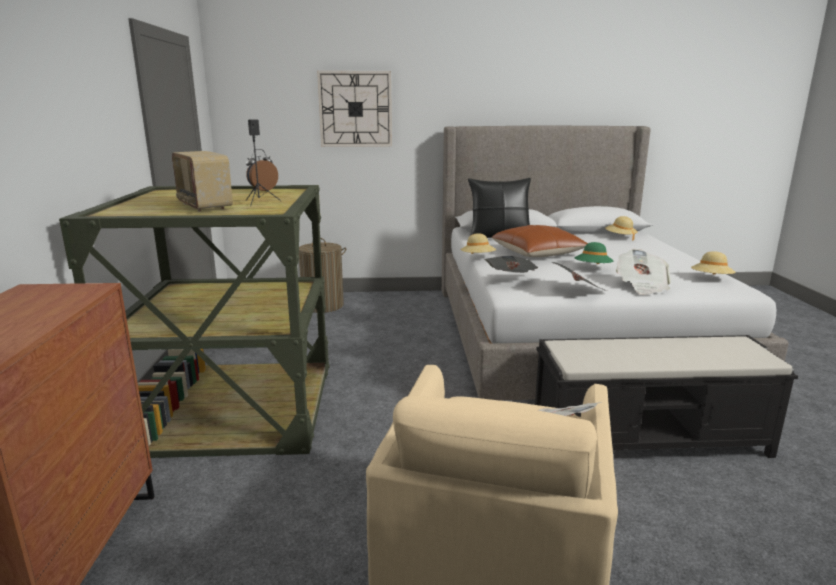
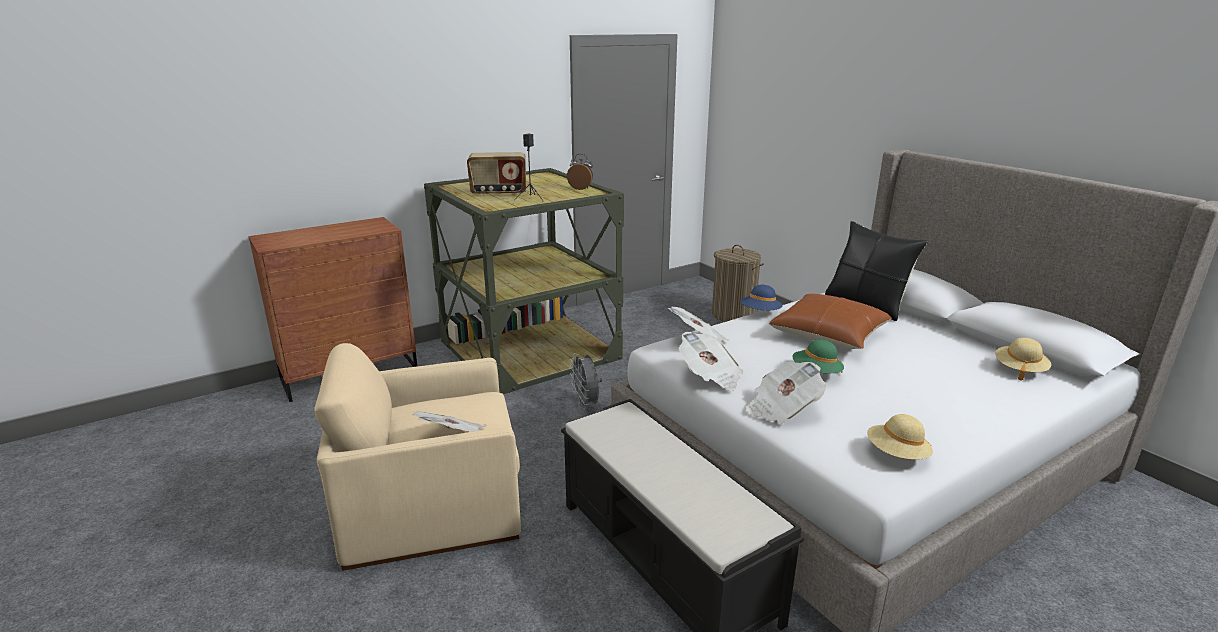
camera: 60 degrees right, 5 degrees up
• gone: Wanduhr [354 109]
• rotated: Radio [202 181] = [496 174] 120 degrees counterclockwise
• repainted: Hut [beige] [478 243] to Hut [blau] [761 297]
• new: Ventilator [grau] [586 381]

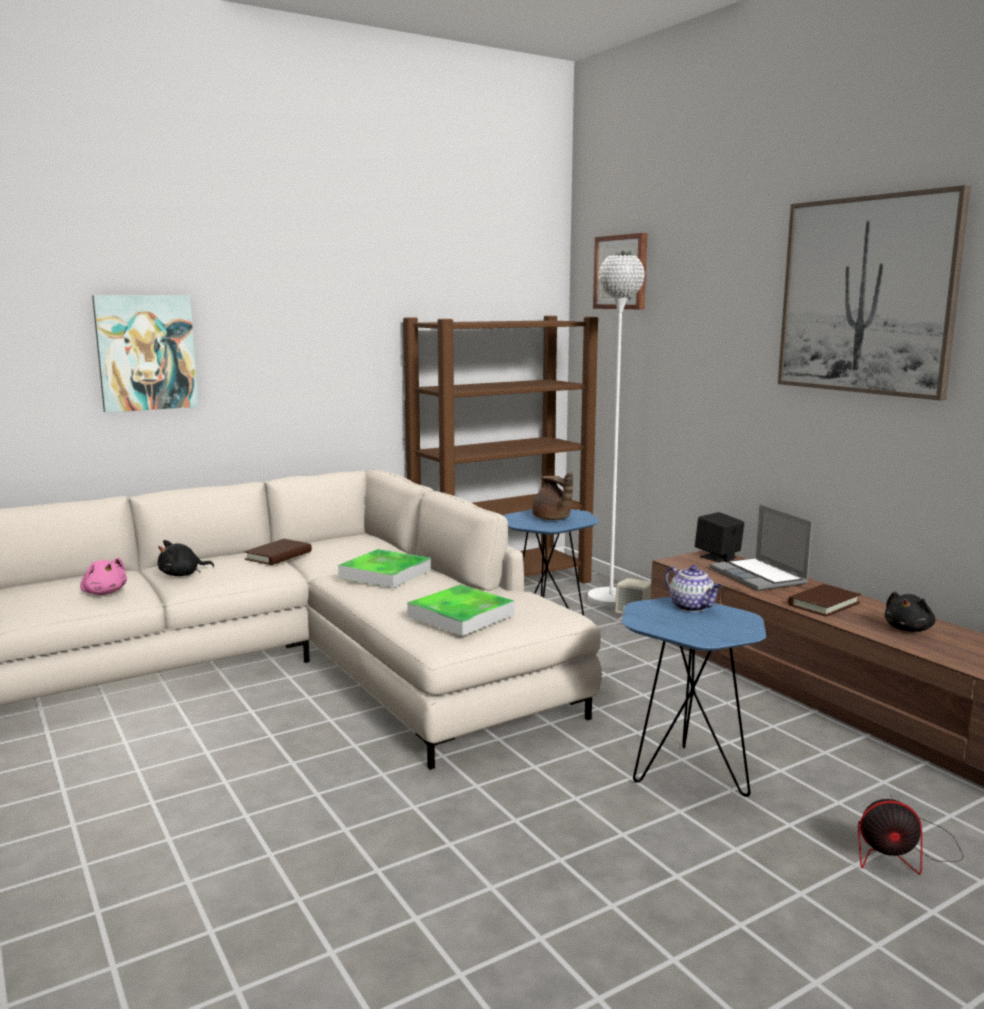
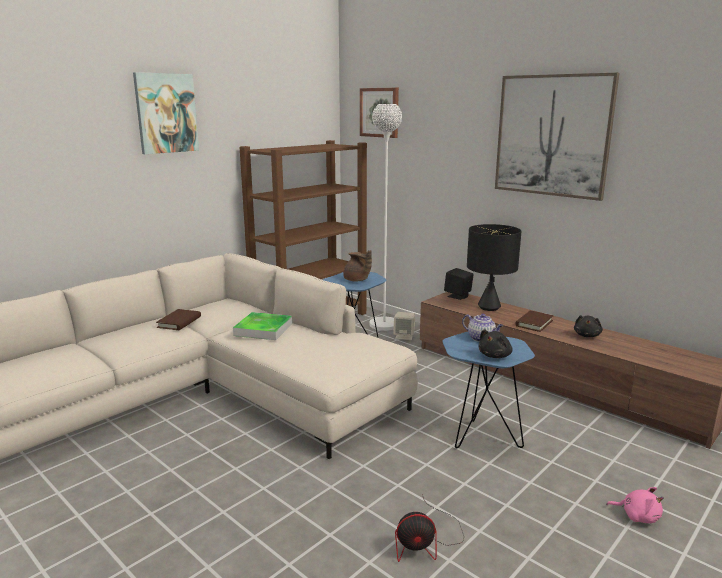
camera: 15 degrees left, 5 degrees up
• shifted: Bild [145 354] to [166 113]
• swapped: Laptop [761 547] to Tischlampe [schwarz] [494 267]
• shifted: Plüschtier [schwarz] [186 558] to [495 343]
• shifted: Plüschtier [rosa] [103 576] to [635 505]
• gone: Tablett [461 610]
• shifted: Ventilator [911 835] to [429 528]

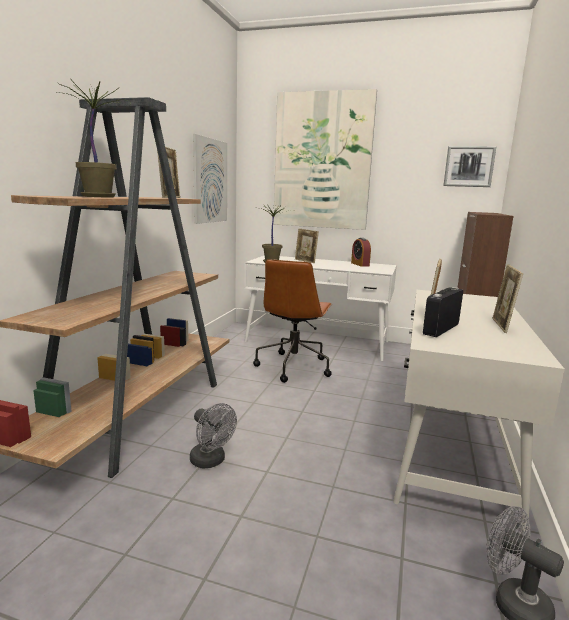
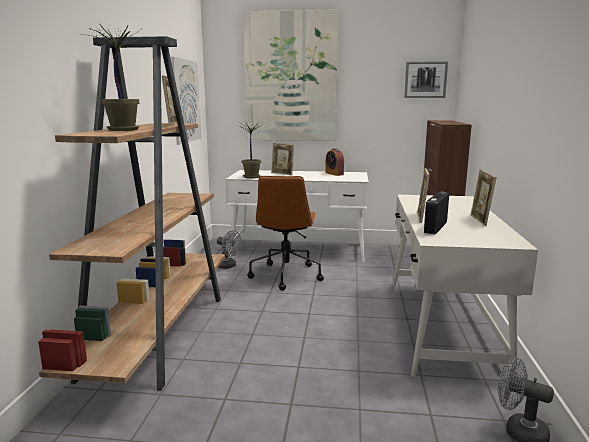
camera: 10 degrees left, 0 degrees up
• shifted: Ventilator [grau] [213 435] to [229 249]

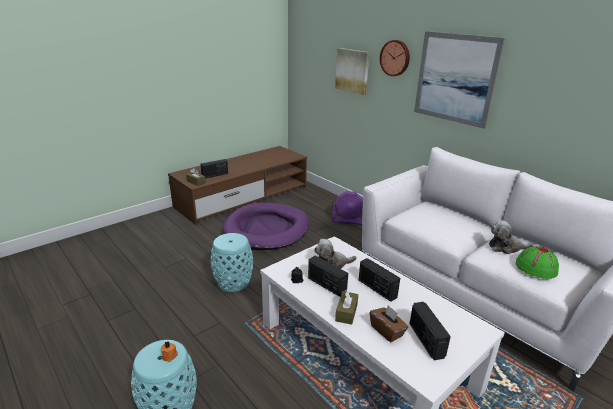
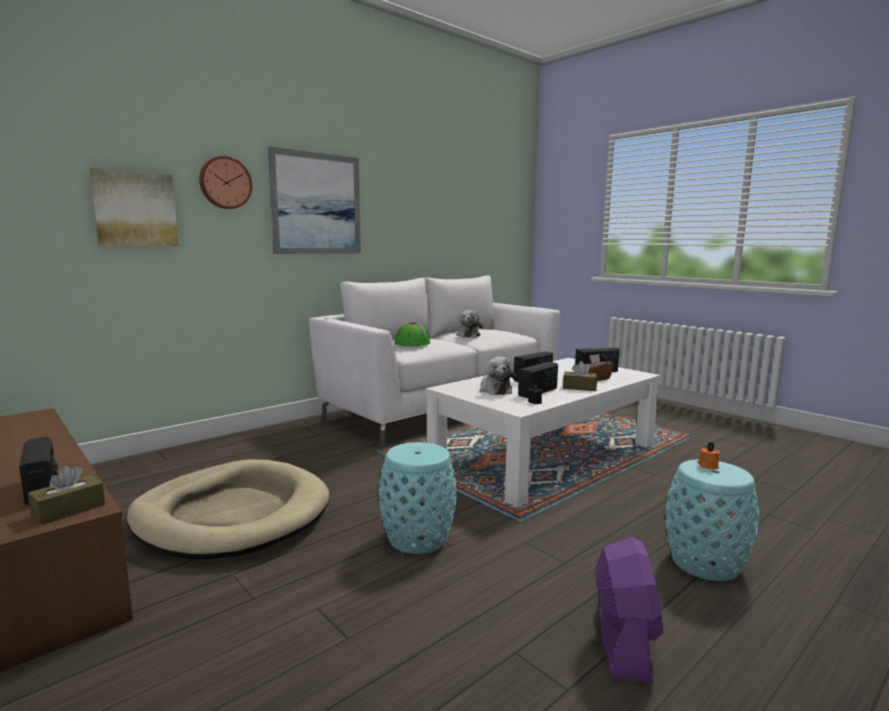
camera: 90 degrees left, 15 degrees down
• shifted: Ventilator [lila] [347 208] to [629 610]
• repainted: Hundebett [lila] [266 226] to Hundebett [beige] [228 509]
• shifted: Hut [grün] [537 262] to [412 334]

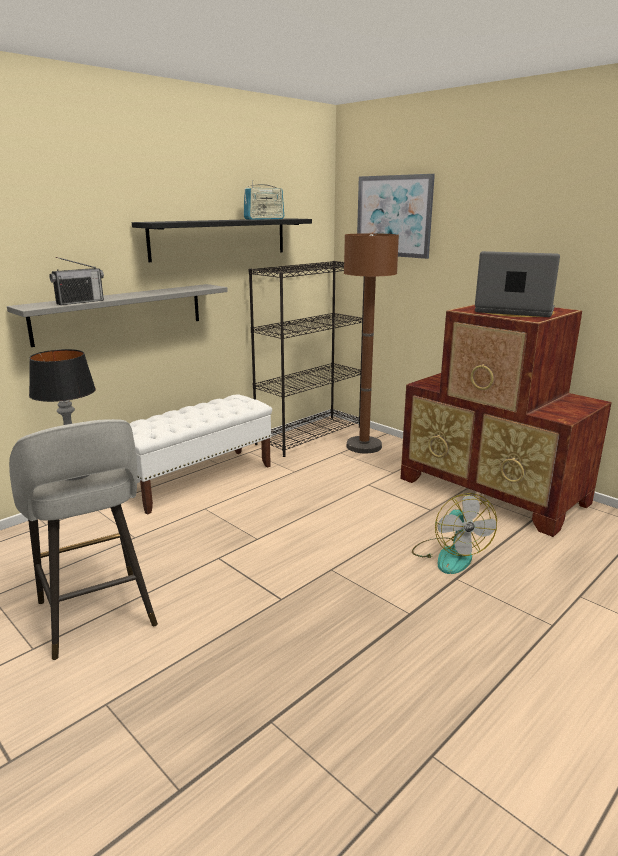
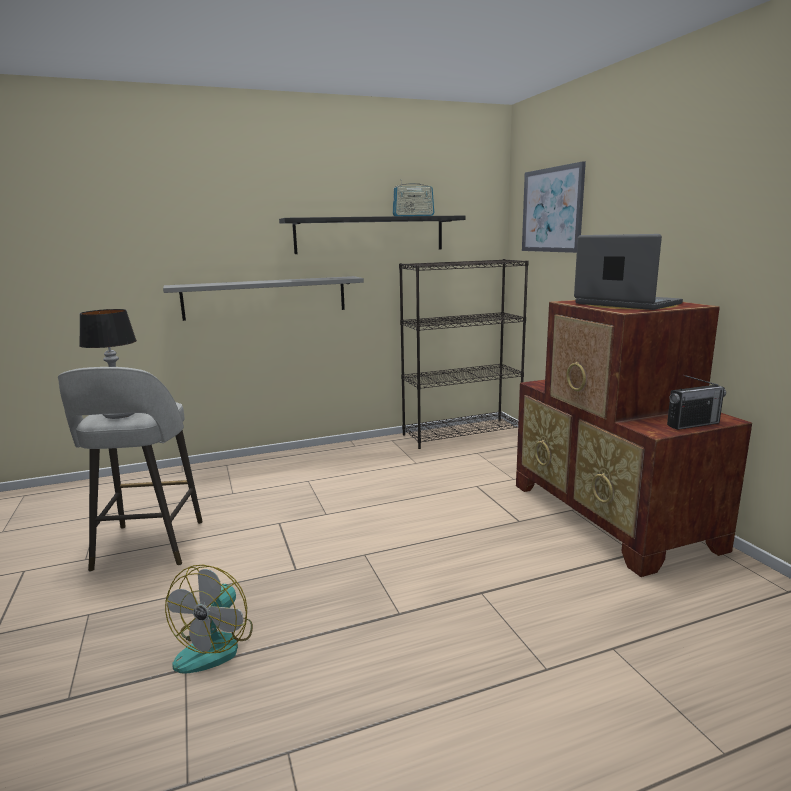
camera: 25 degrees right, 5 degrees down
• gone: Stehlampe [braun] [371 343]
• shifted: Radio [76 281] to [696 402]
• gone: Bank [weiß] [201 455]
• shifted: Ventilator [454 533] to [209 618]

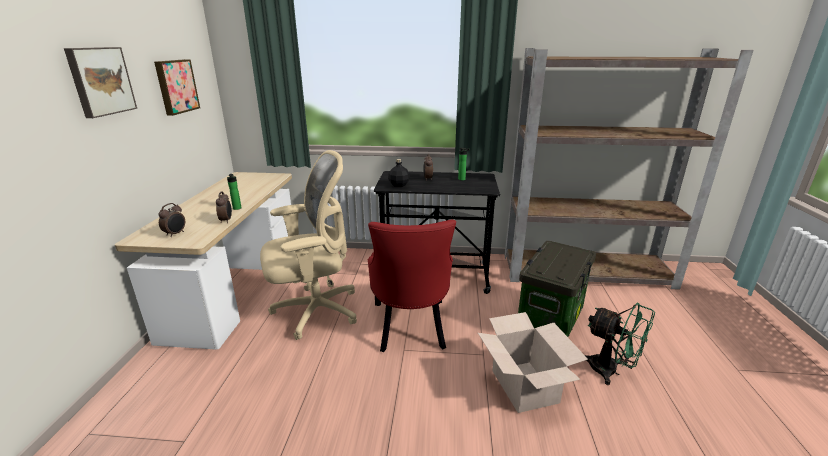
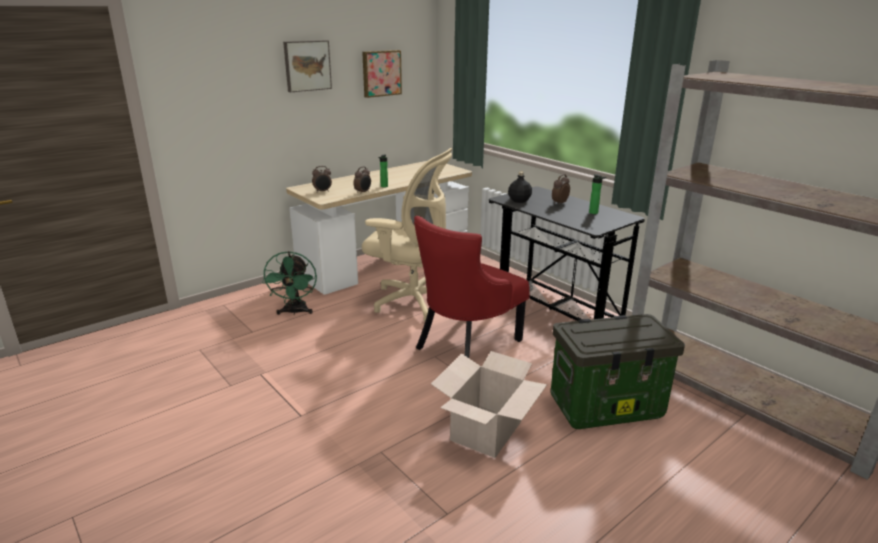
camera: 45 degrees right, 0 degrees up
• shifted: Ventilator [grün] [620 344] to [289 283]

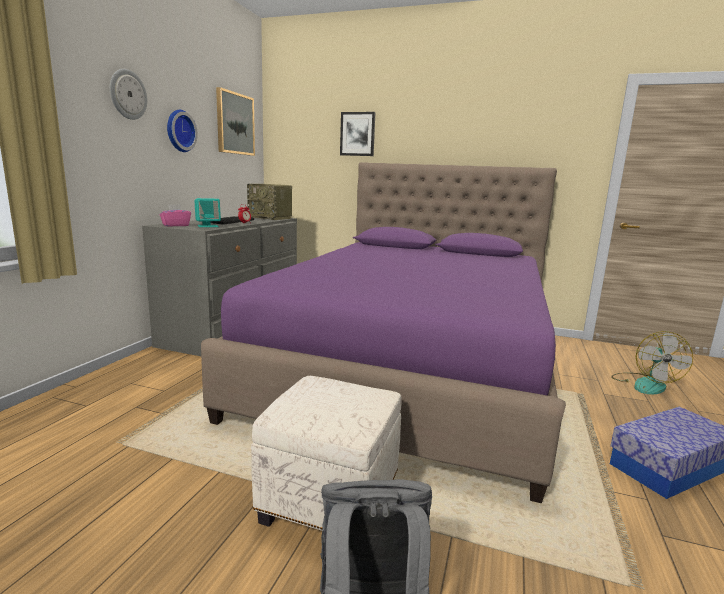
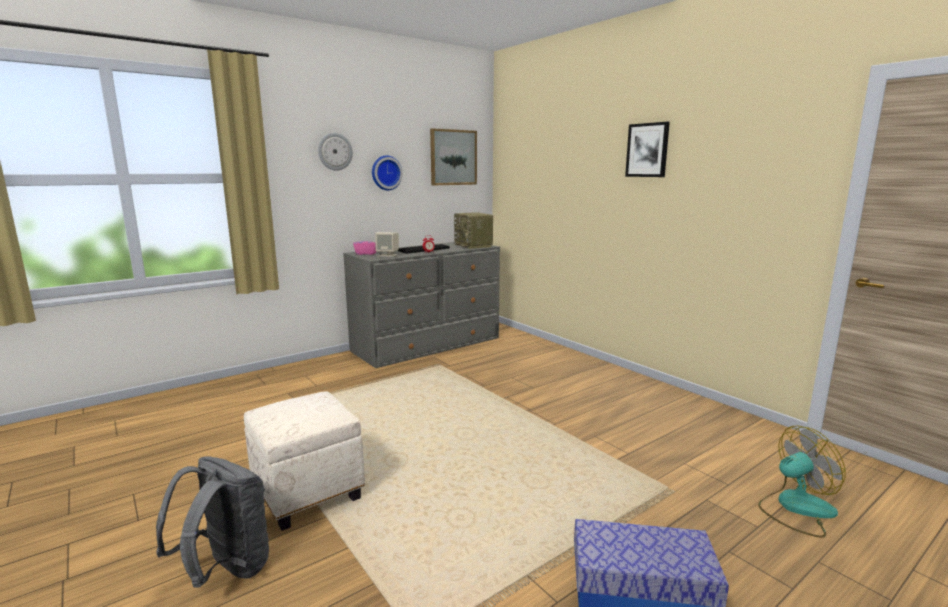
camera: 35 degrees right, 0 degrees up
• shifted: Bild [358 134] to [647 149]
• gone: Bett [lila] [383 332]
• repainted: Lautsprecher [türkis] [207 212] to Lautsprecher [beige] [387 244]
• rotated: Ventilator [652 363] = [802 481] 150 degrees counterclockwise

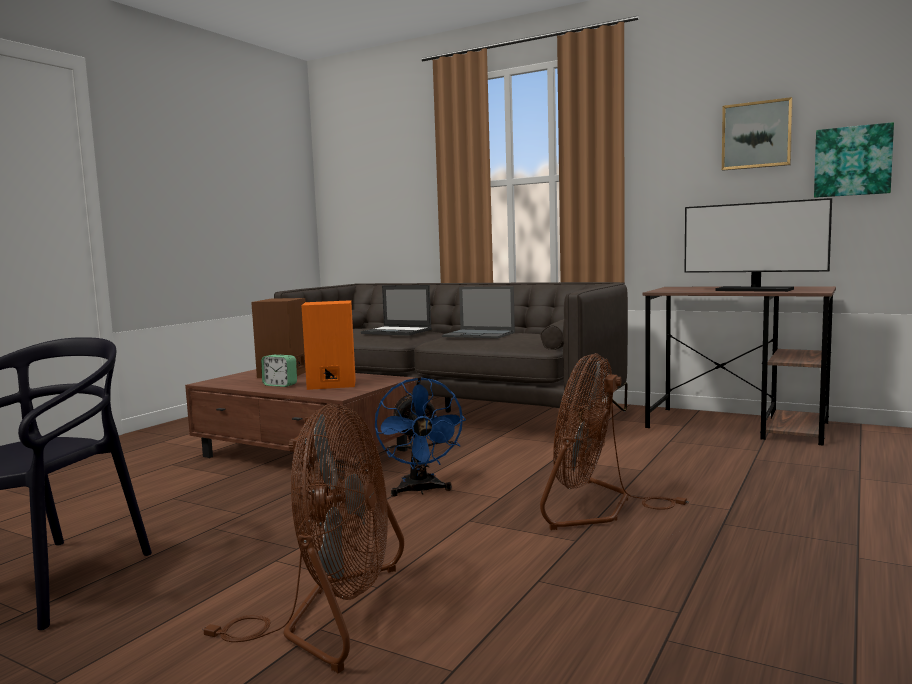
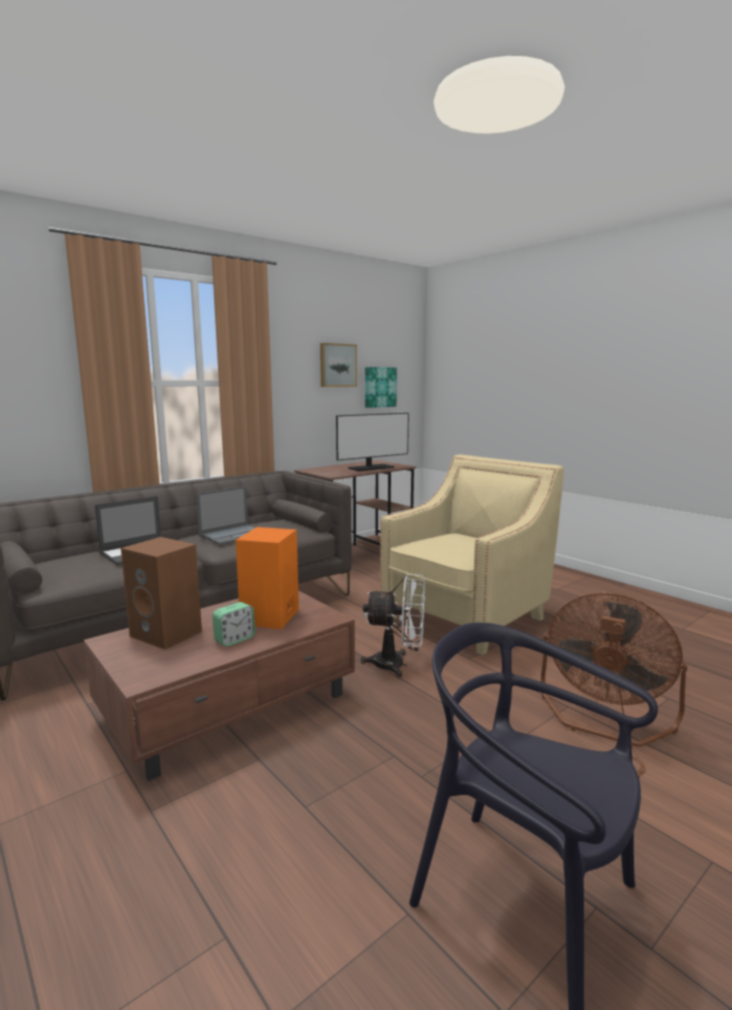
camera: 70 degrees left, 5 degrees up
• swapped: Ventilator [braun] [614 441] to Sessel [beige] [472 555]
• repainted: Ventilator [blau] [420 436] to Ventilator [weiß] [393 626]

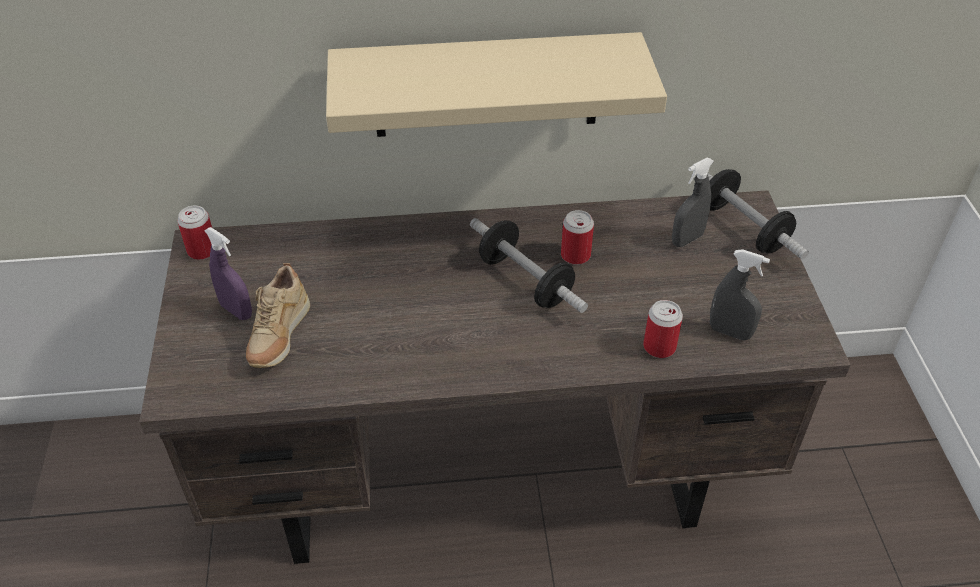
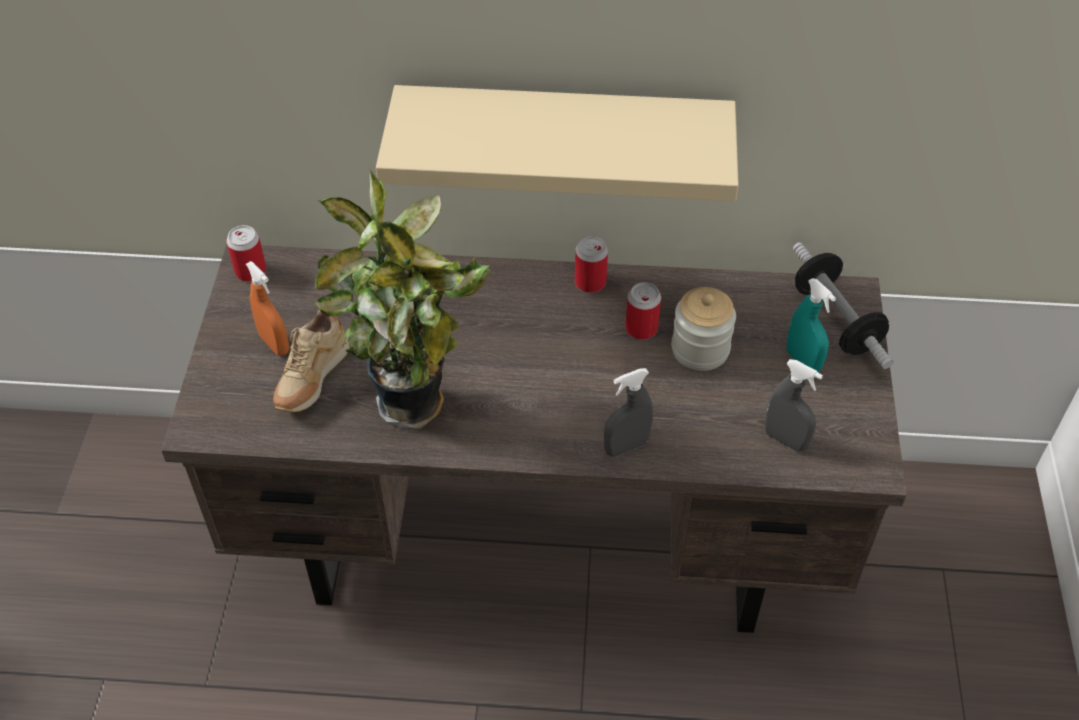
camera: 10 degrees right, 5 degrees up
• shifted: Sprühflasche [grau] [693 202] to [628 412]
• gone: Hantel [529 265]
• repainted: Sprühflasche [lila] [228 273] to Sprühflasche [orange] [267 308]
• shifted: Dose [663 329] to [591 264]
• new: Topfpflanze [402 299]
• new: Sprühflasche [türkis] [811 325]
• new: Vorratsglas [703 329]

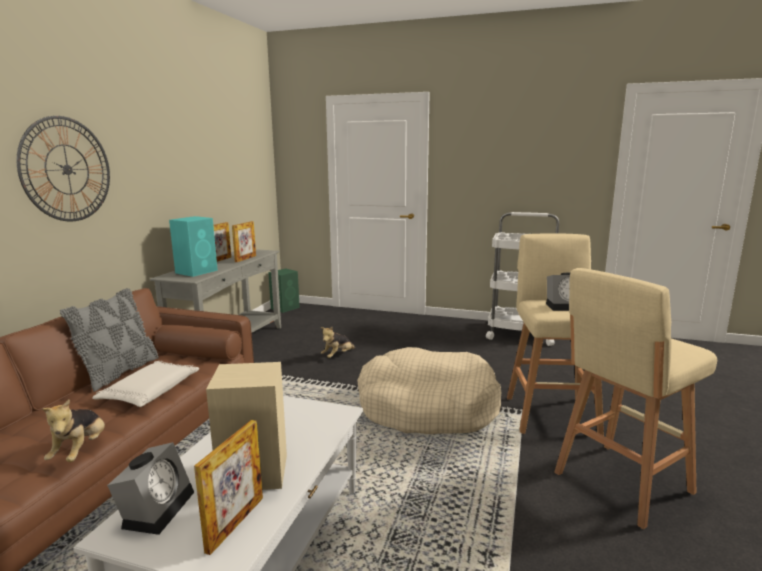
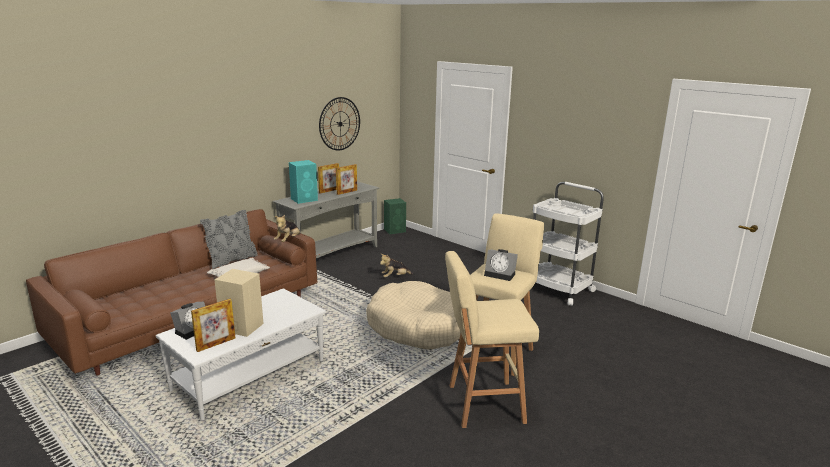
camera: 25 degrees right, 5 degrees up
• shifted: Wanduhr [63 168] to [339 123]
• shifted: Plüschtier [73 431] to [287 228]

